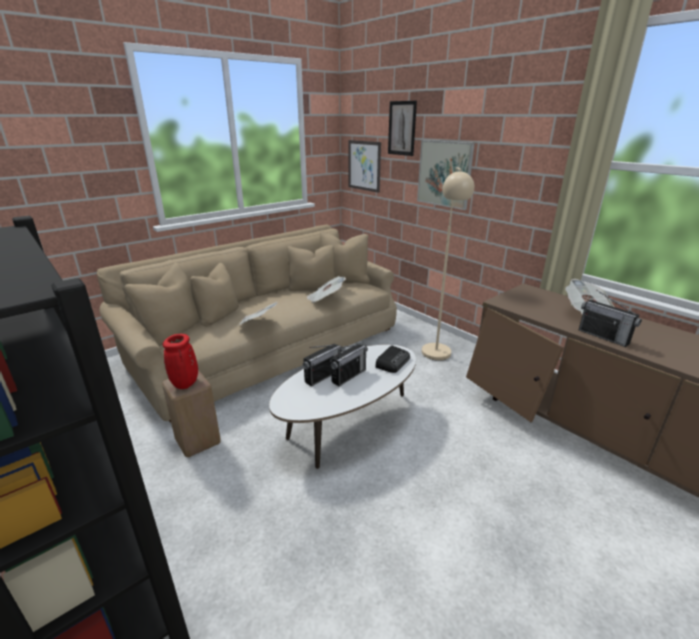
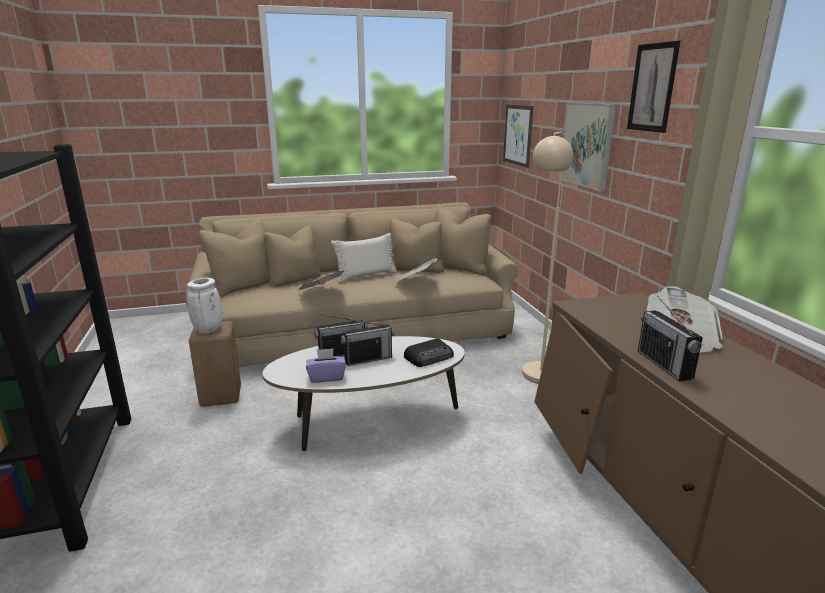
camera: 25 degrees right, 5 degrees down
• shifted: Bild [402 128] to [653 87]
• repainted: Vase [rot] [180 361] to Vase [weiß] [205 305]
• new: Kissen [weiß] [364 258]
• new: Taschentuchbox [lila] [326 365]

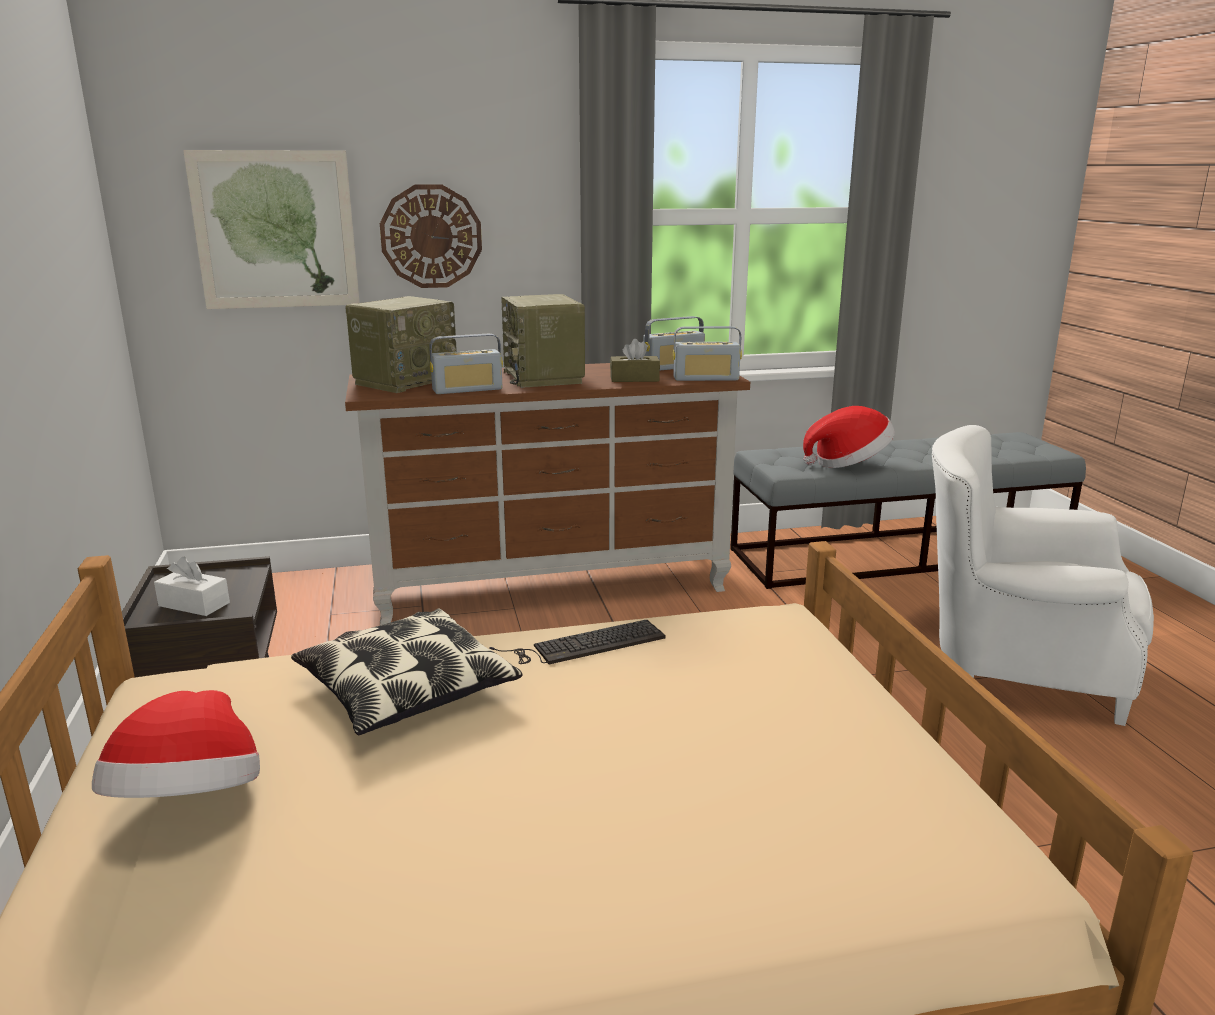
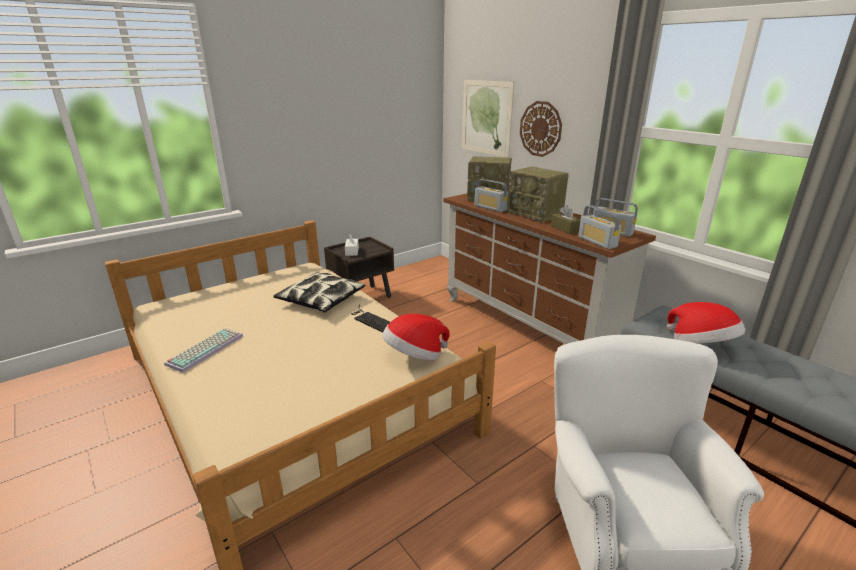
camera: 65 degrees right, 5 degrees up
• rotated: Radio [543 341] = [538 194] 90 degrees counterclockwise
• shifted: Hut [176 744] to [416 337]
• new: Tastatur [203 350]

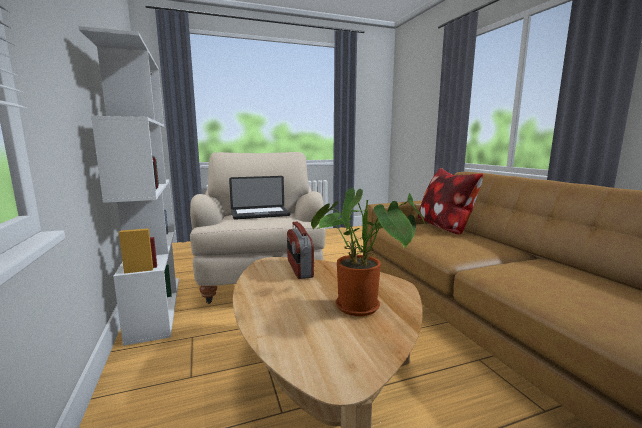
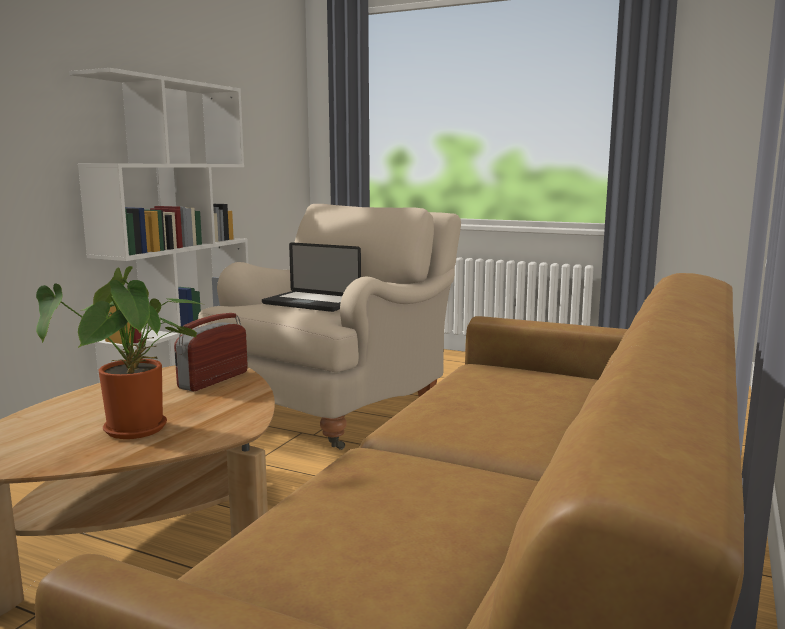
camera: 45 degrees right, 0 degrees up
• gone: Kissen [450 201]

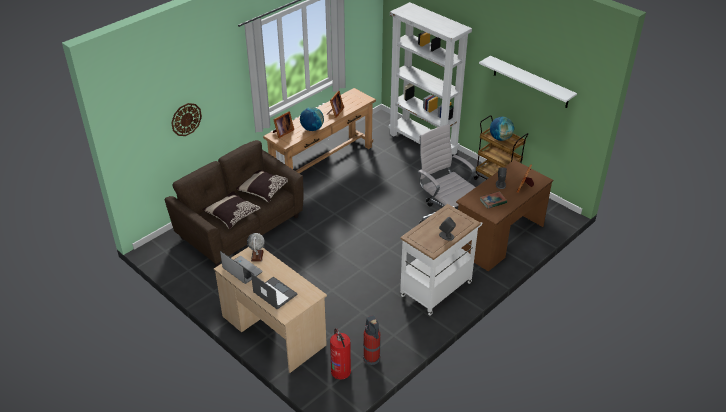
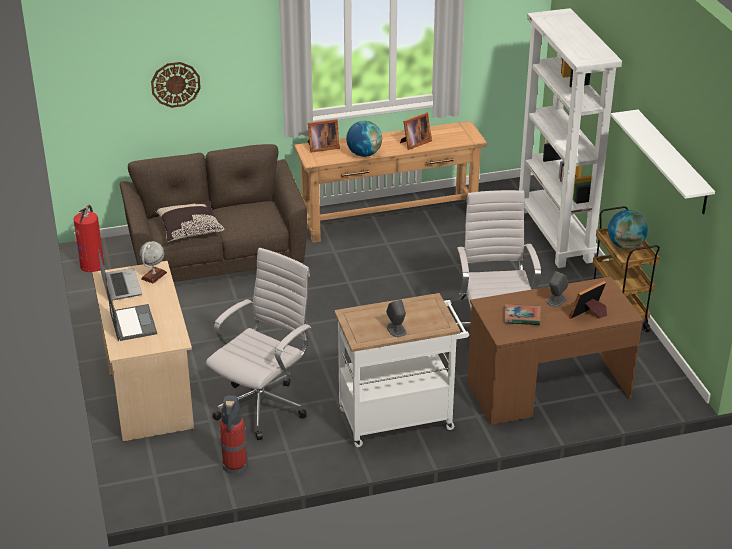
camera: 30 degrees right, 5 degrees down
• gone: Kissen [262 186]
• shifted: Feuerlöscher [340 354] to [89 238]
• new: Bürostuhl [weiß] [259 344]

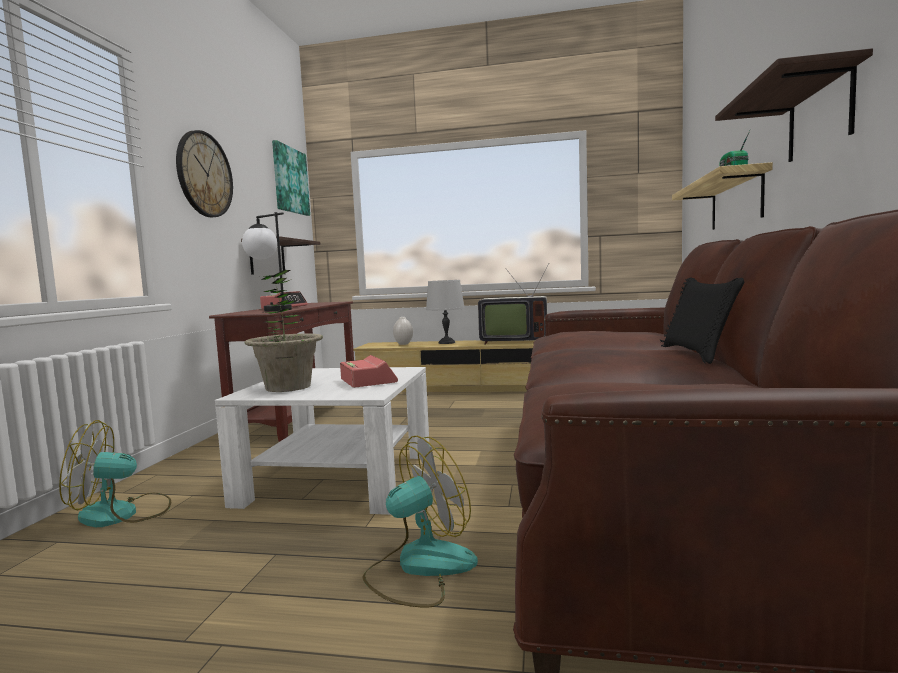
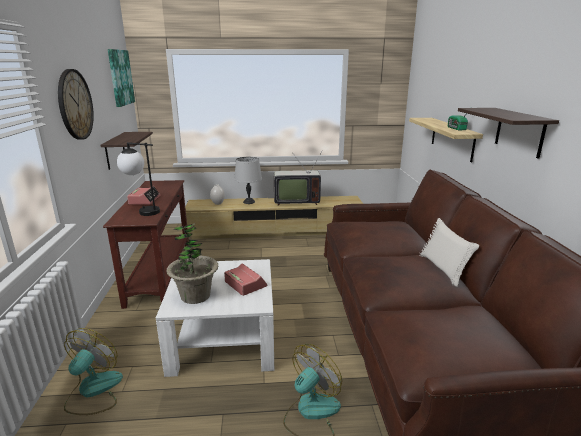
camera: 15 degrees left, 15 degrees up
• repainted: Kissen [schwarz] [702 320] to Kissen [weiß] [449 252]
• rotated: Ventilator [115 473] = [93 371] 135 degrees clockwise

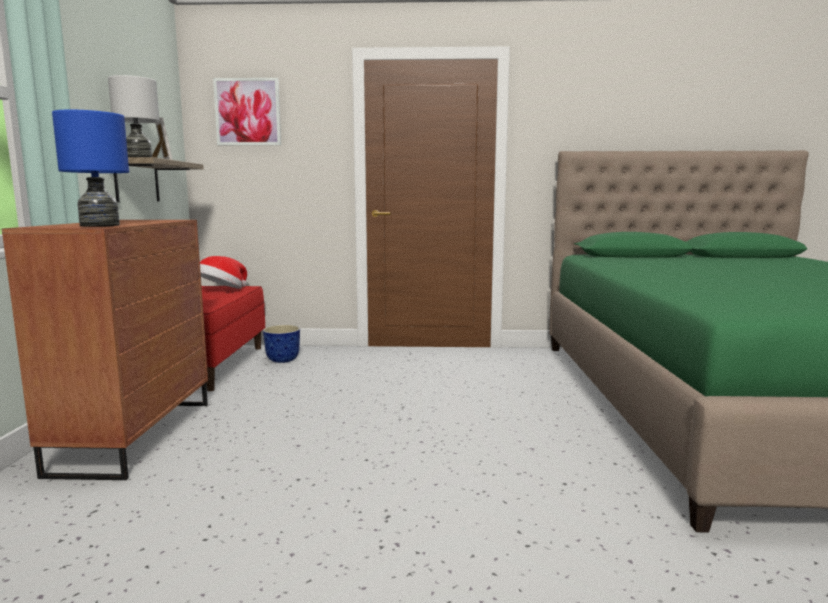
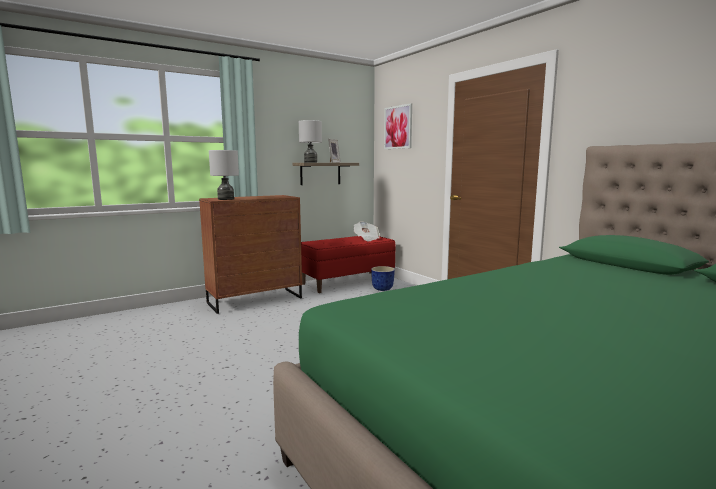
camera: 55 degrees right, 0 degrees up
• repainted: Tischlampe [blau] [90 168] to Tischlampe [grau] [224 175]
• swapped: Hut [223 272] to Zeitung [366 231]

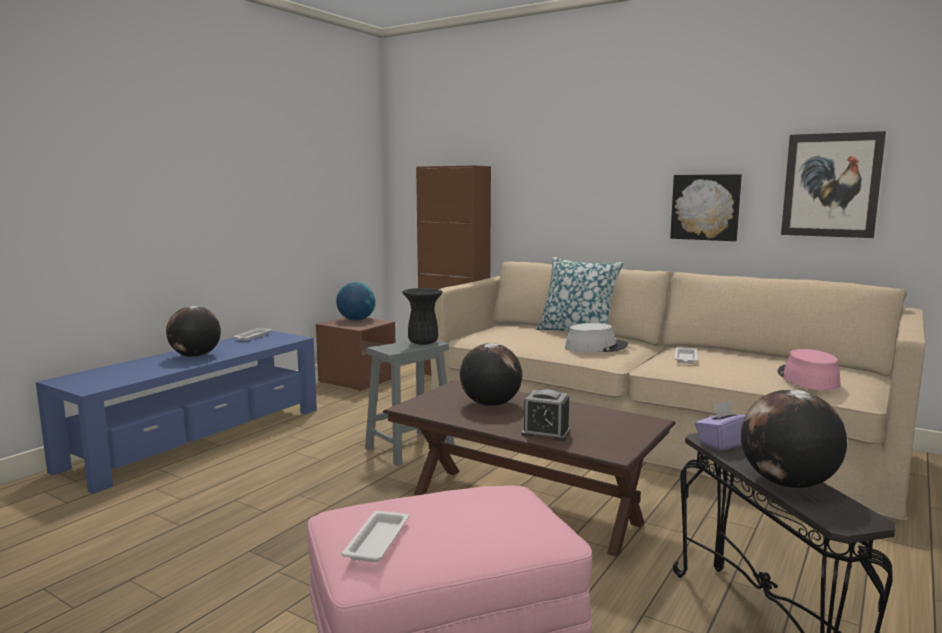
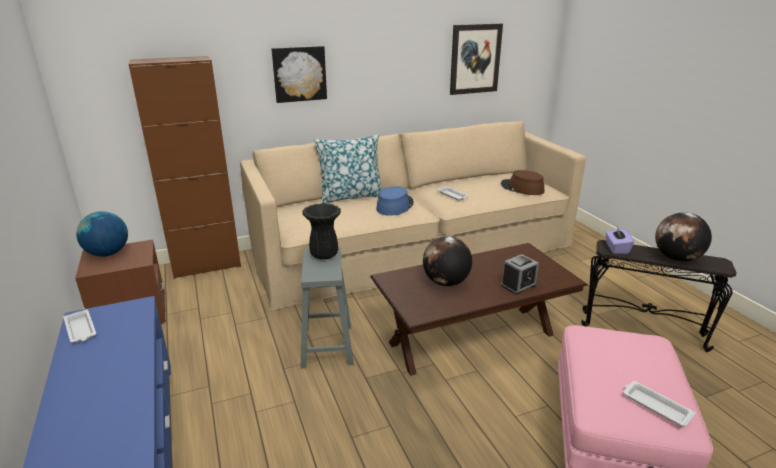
camera: 55 degrees left, 15 degrees up
• shifted: Bild [706 207] to [299 74]
• gone: Globus [193 331]
• repainted: Hut [grau] [596 337] to Hut [blau] [395 201]
• repainted: Hut [rosa] [809 369] to Hut [braun] [522 182]

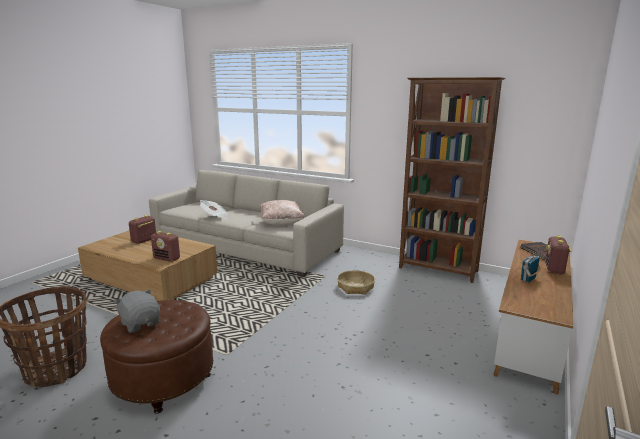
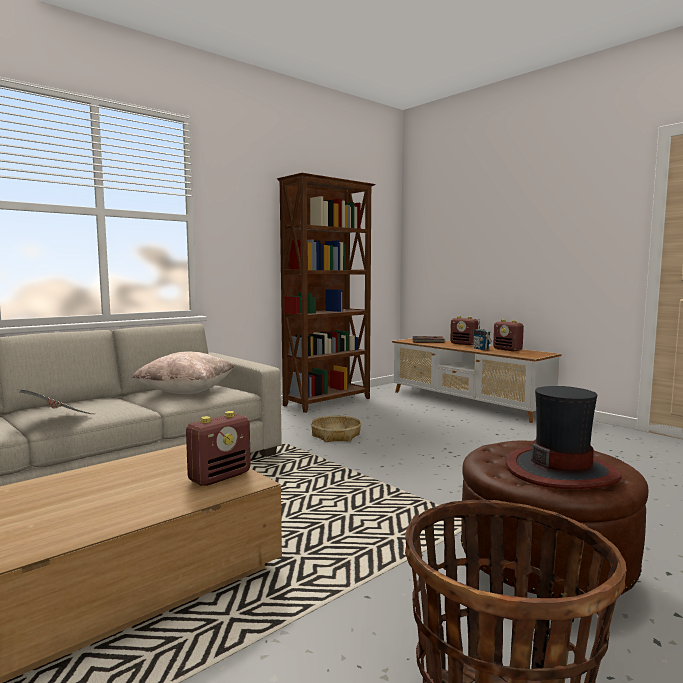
camera: 70 degrees left, 10 degrees down
• shifted: Radio [142 229] to [508 335]
• swapped: Plüschtier [grau] [136 311] to Hut [564 437]

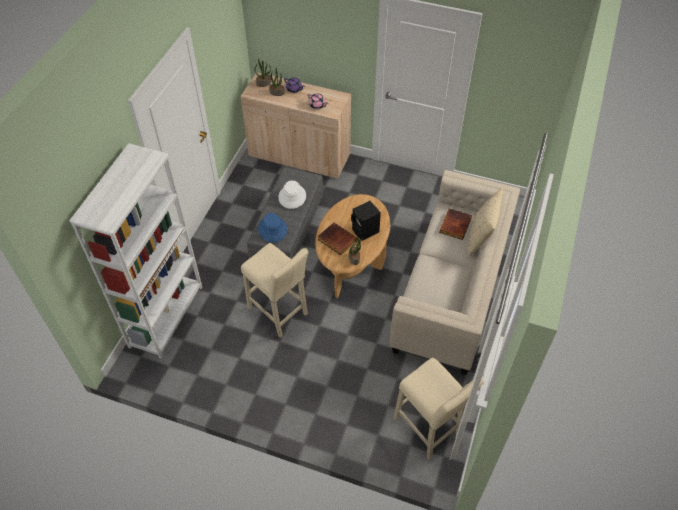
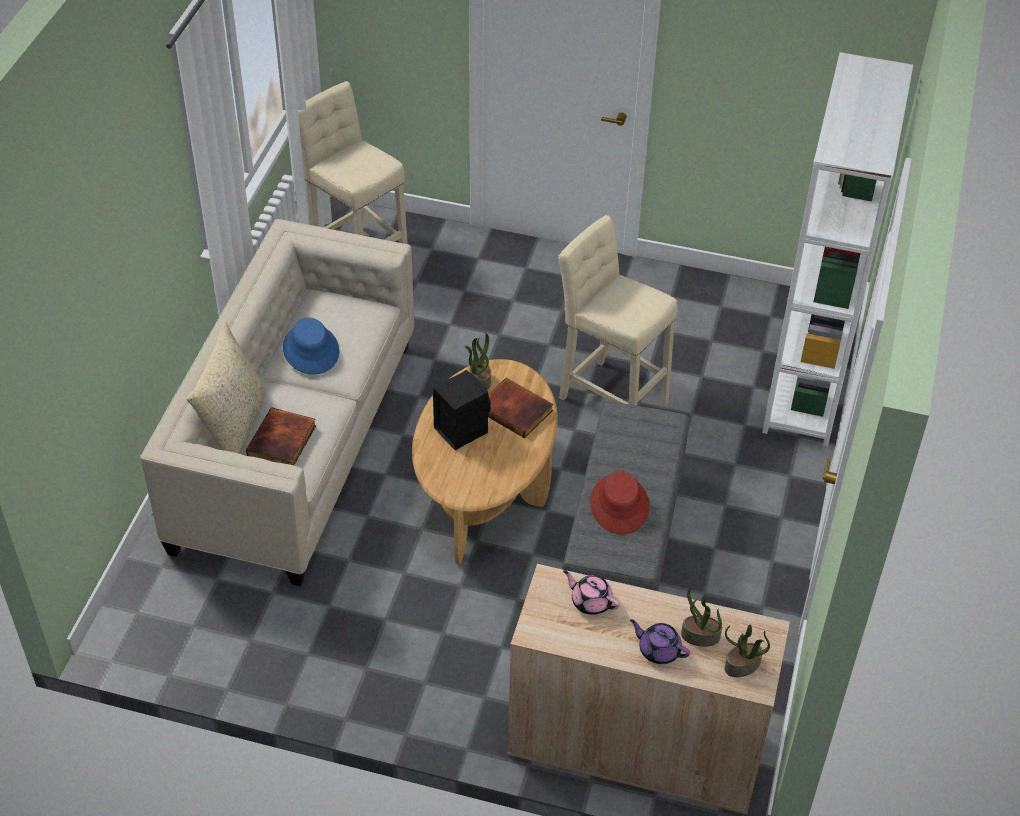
camera: 175 degrees right, 5 degrees down
• repainted: Hut [weiß] [292 194] to Hut [rot] [619 503]
• shifted: Hut [blau] [272 227] to [311 346]

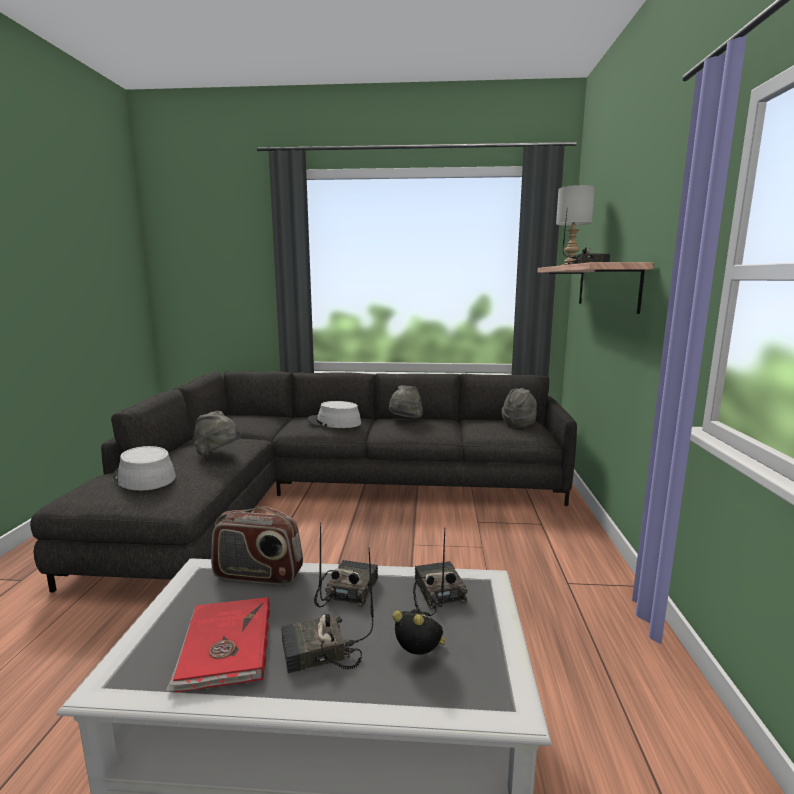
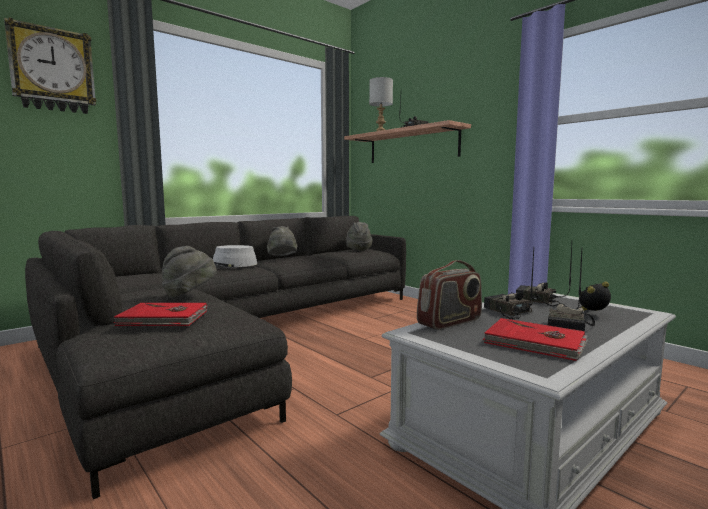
camera: 45 degrees left, 5 degrees down
• swapped: Hut [grau] [144 468] to Buch [rot] [160 314]
• new: Wanduhr [50 65]

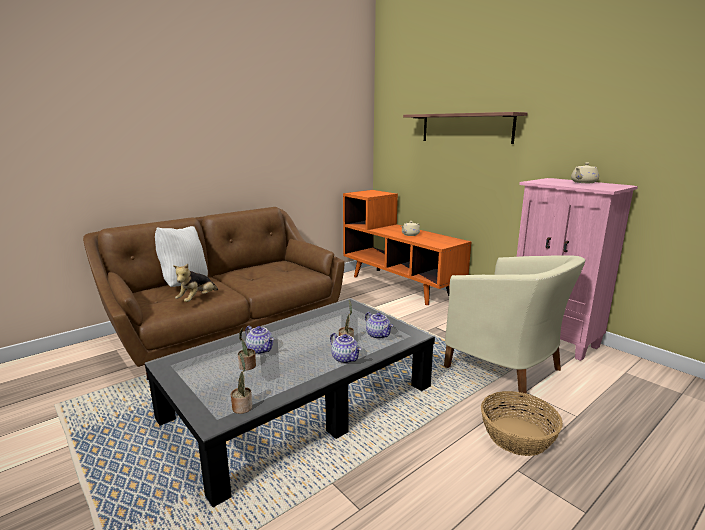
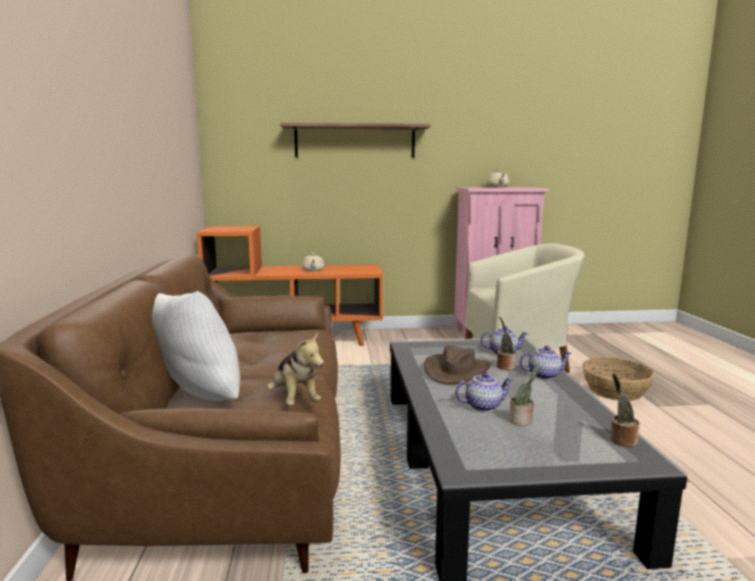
camera: 55 degrees left, 5 degrees down
• new: Hut [braun] [457 364]

